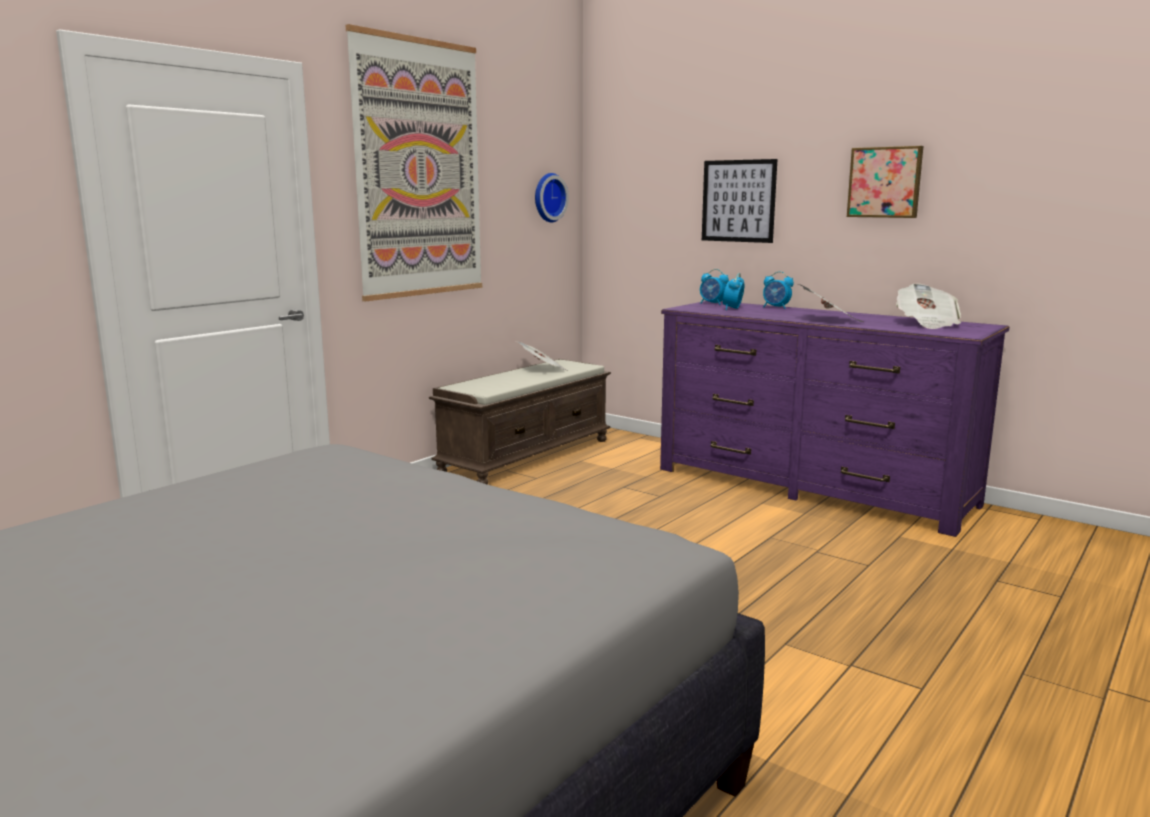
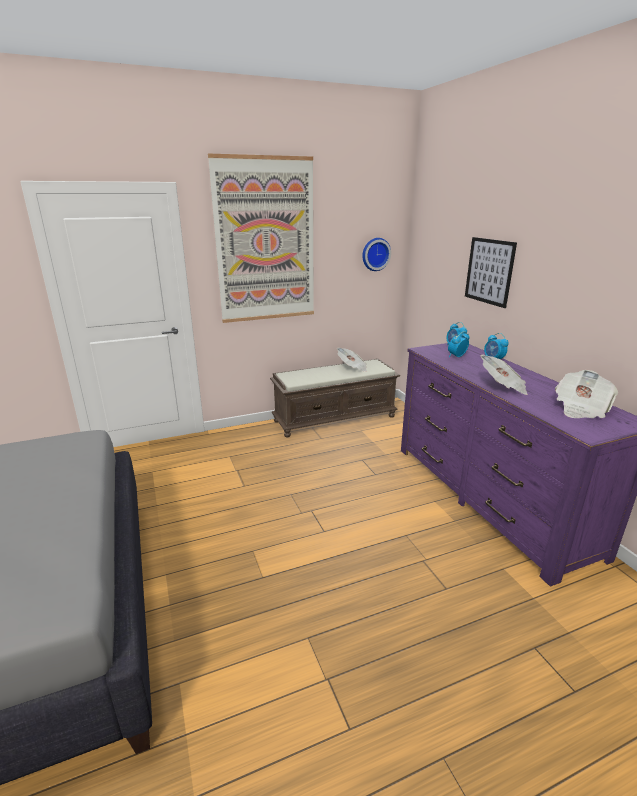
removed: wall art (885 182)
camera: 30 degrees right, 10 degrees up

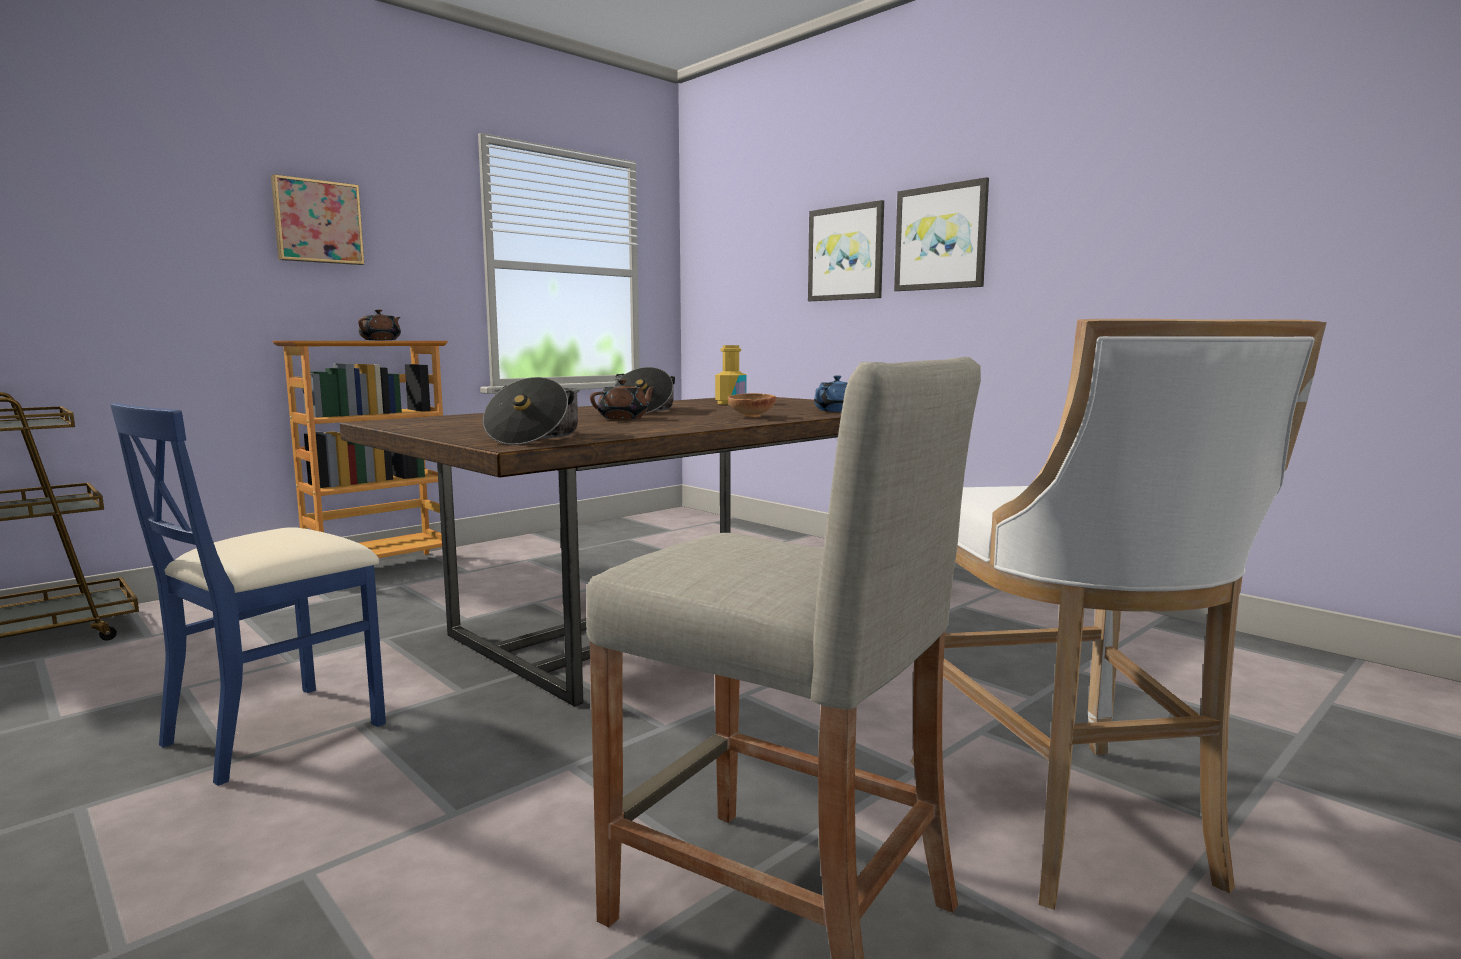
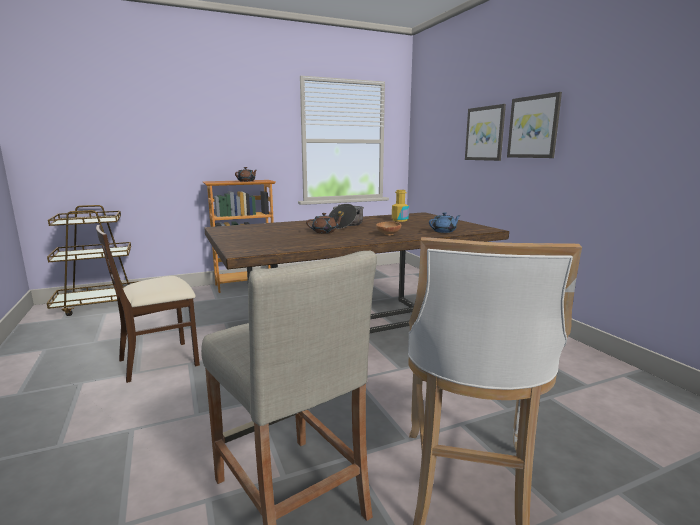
removed: wall art (317 219); stockpot (531 411)
recoloured: upright chair (blue-coloured) (248 594) to upright chair (beige) (148 304)
camera: 20 degrees right, 5 degrees up

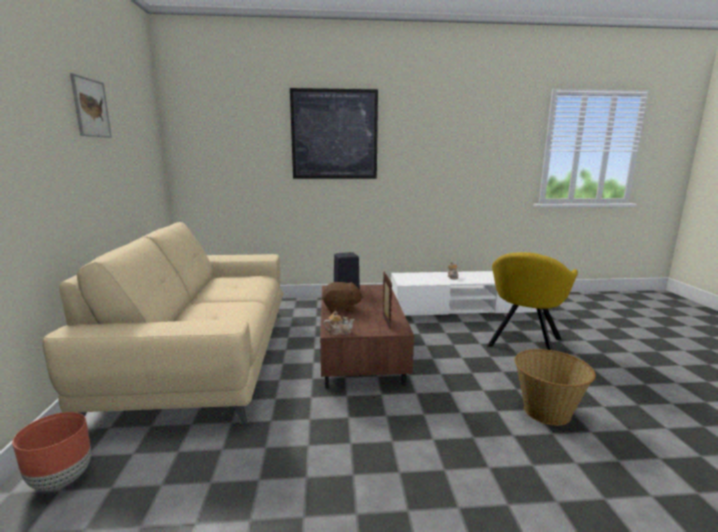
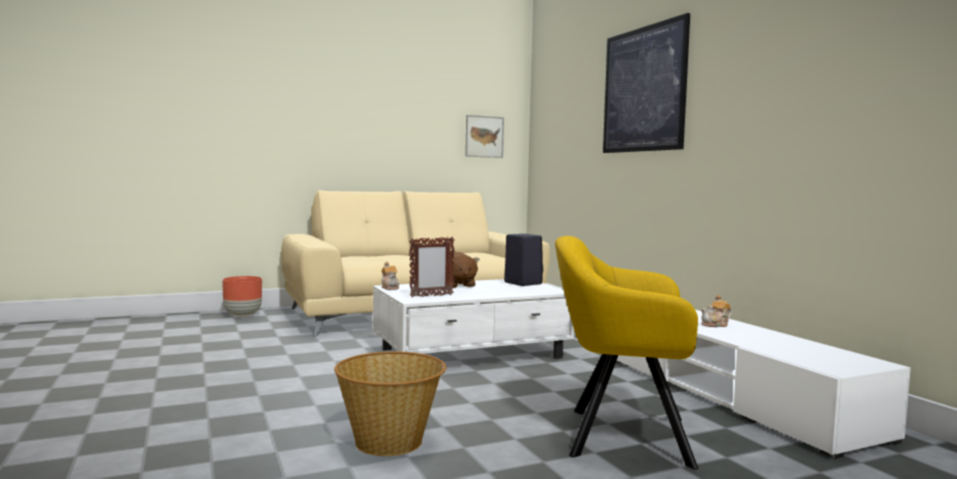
moved: wall art (91 105) to (484 136)
recoloured: low table (brown-coloured) (367 336) to low table (white) (473 319)
camera: 70 degrees right, 10 degrees down

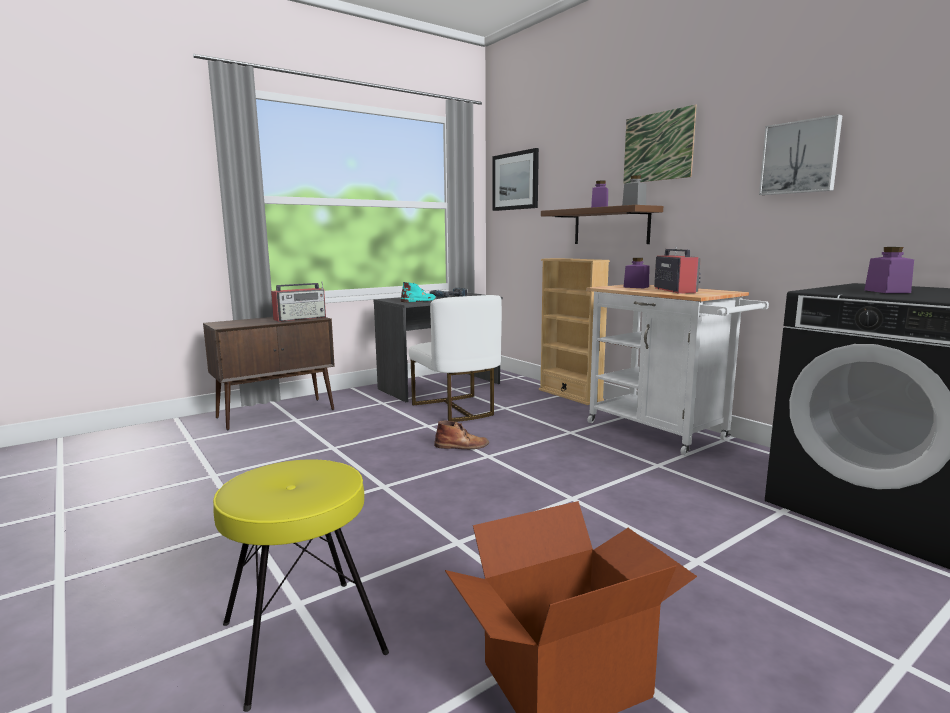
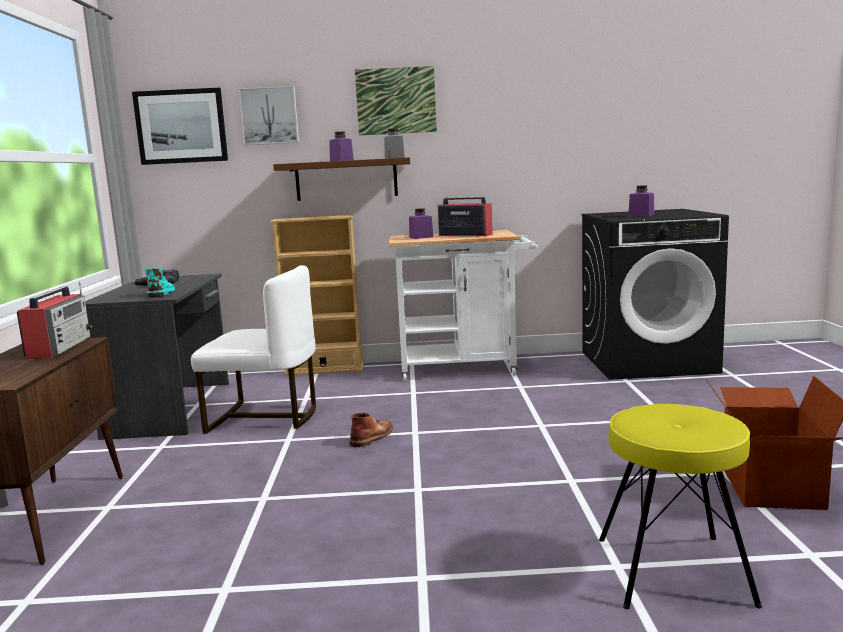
moved: wall art (801 154) to (268 115)
camera: 55 degrees left, 0 degrees up

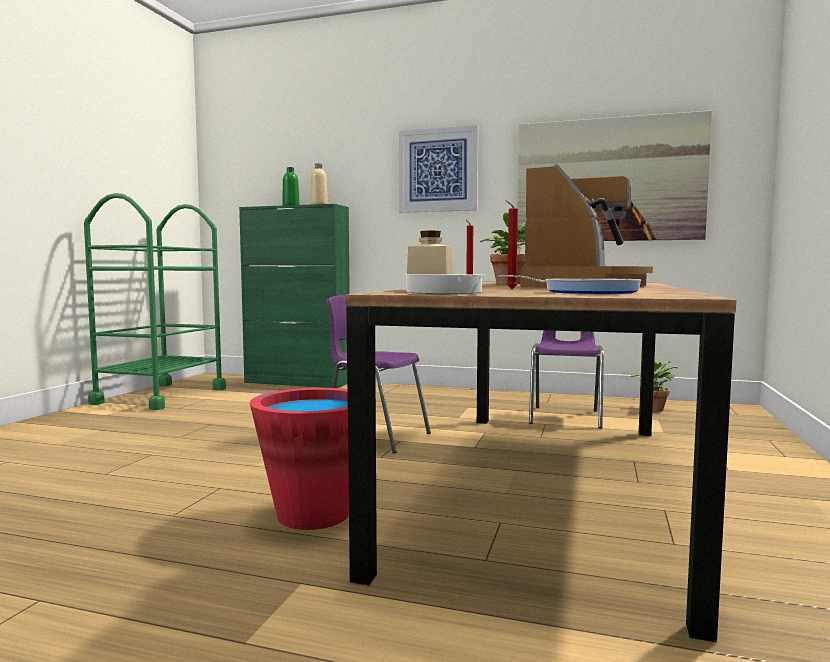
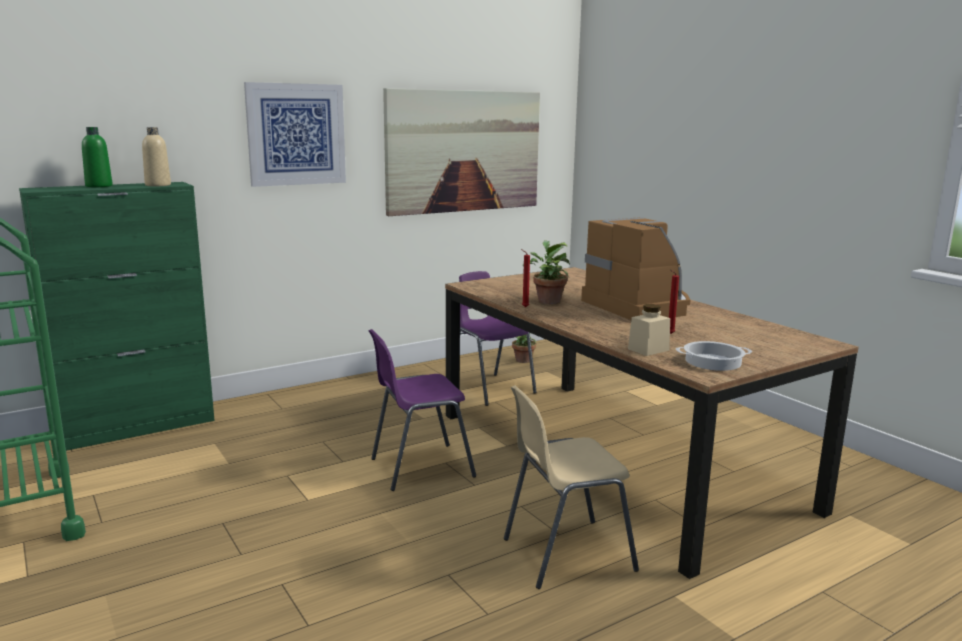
removed: frying pan (570 284)
replaced: pail (red-coloured) (299 459) to upright chair (beige) (571 487)
camera: 50 degrees left, 10 degrees up

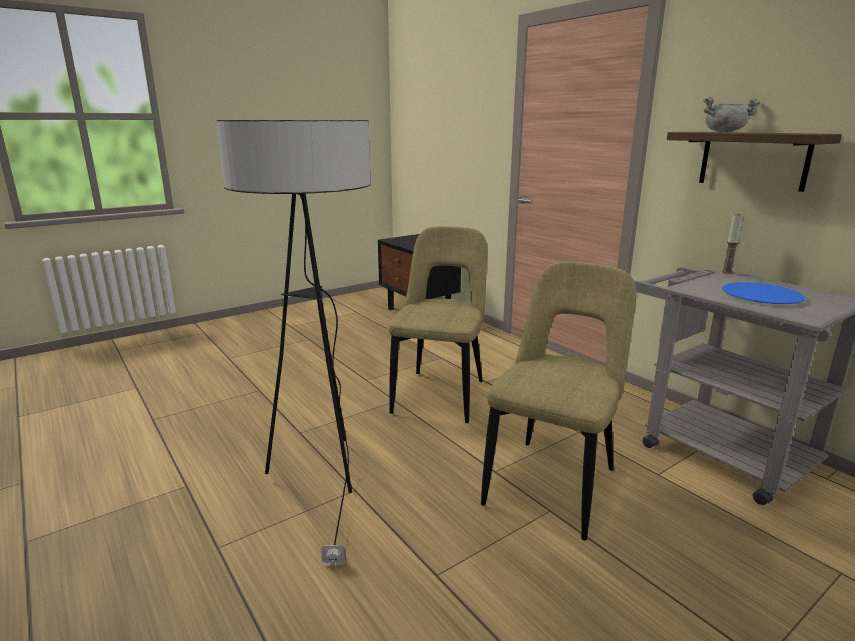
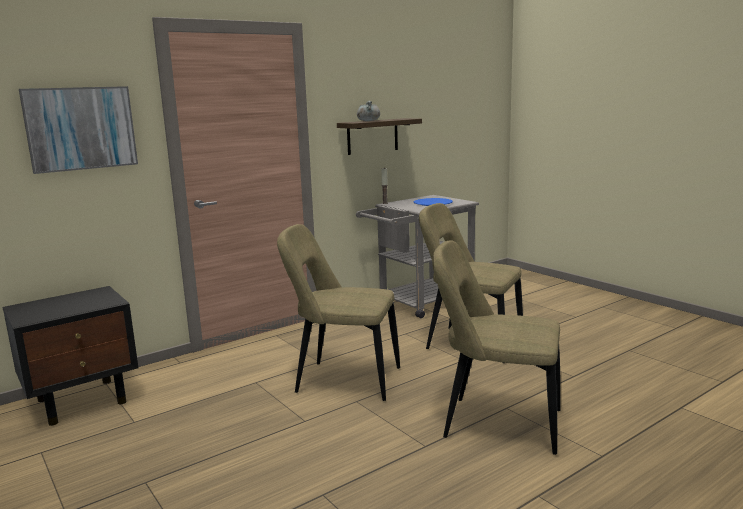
added: wall art (78 130)
replaced: floor lamp (293 343) to upright chair (beige) (496 347)
camera: 90 degrees left, 5 degrees down

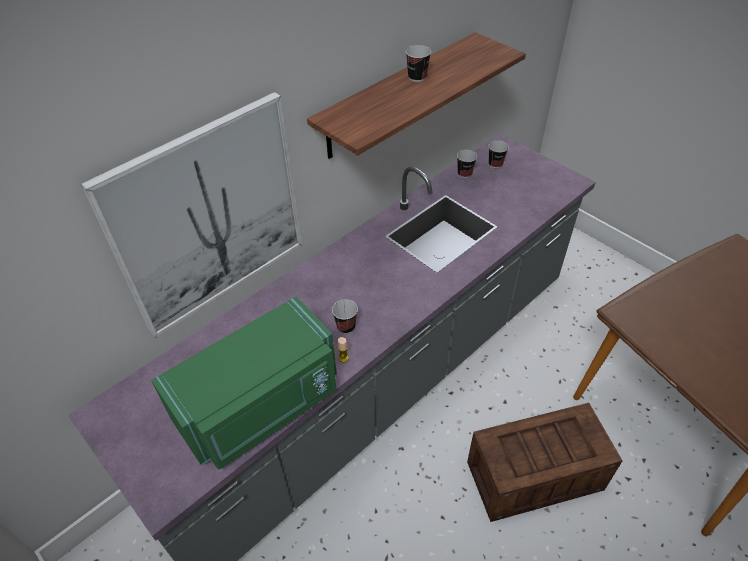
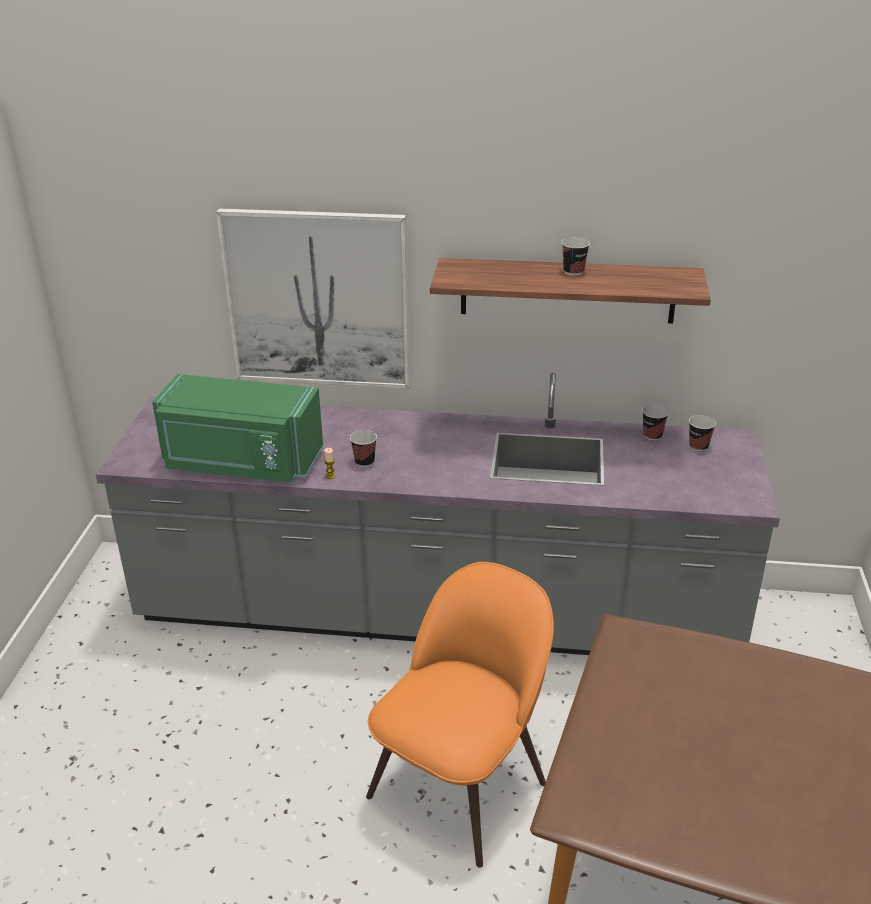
replaced: shipping crate (544 462) to upright chair (orangey) (460 715)
camera: 50 degrees right, 15 degrees down

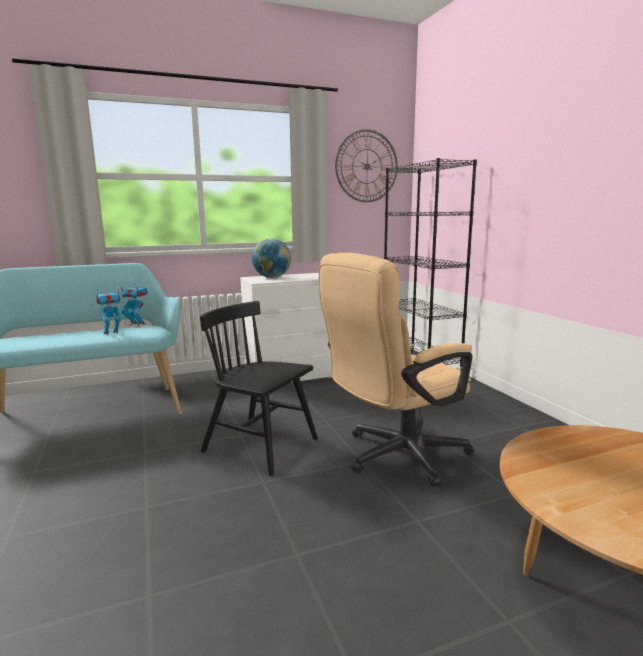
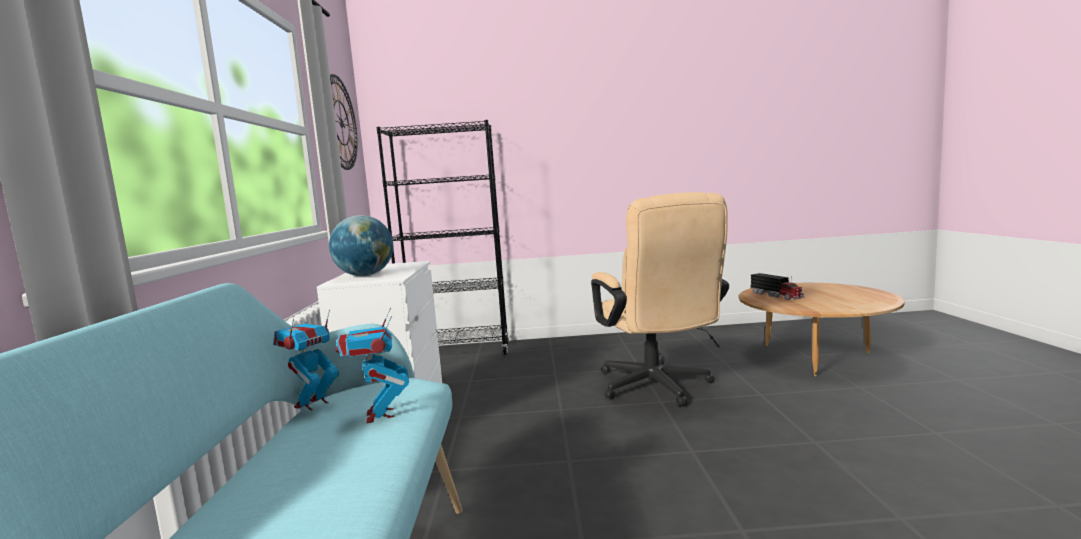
removed: upright chair (black) (259 388)
added: toy truck (777 286)
camera: 70 degrees left, 5 degrees down

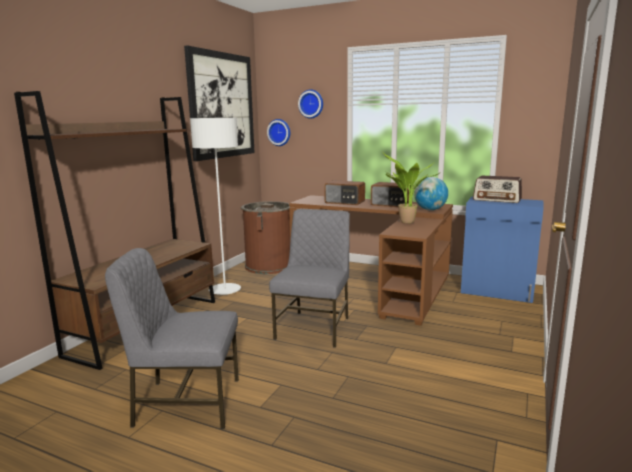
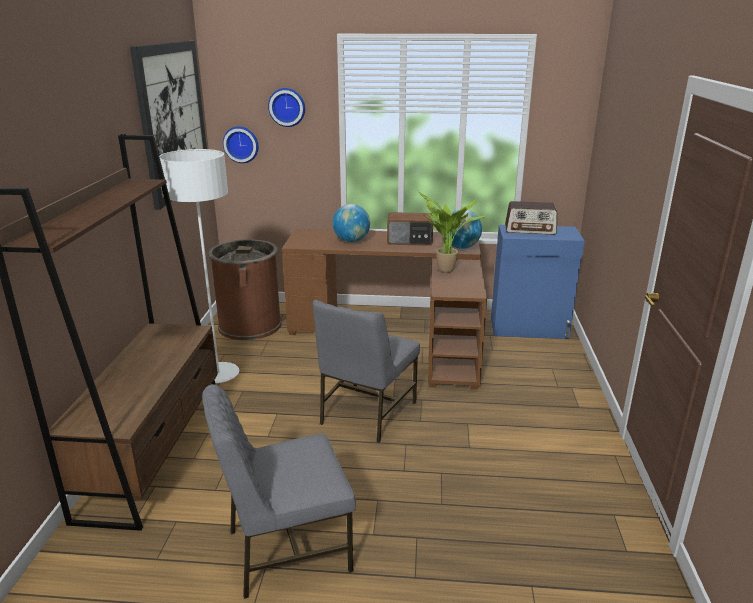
replaced: radio (344 193) to world globe (351 223)
turned: upright chair (gray) (309 278) = (366 371) 150 degrees counterclockwise
camera: 20 degrees left, 10 degrees up

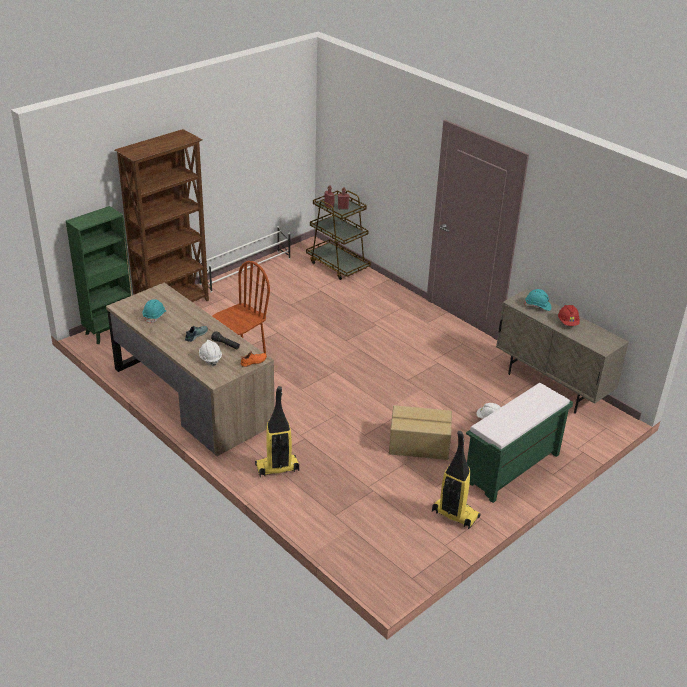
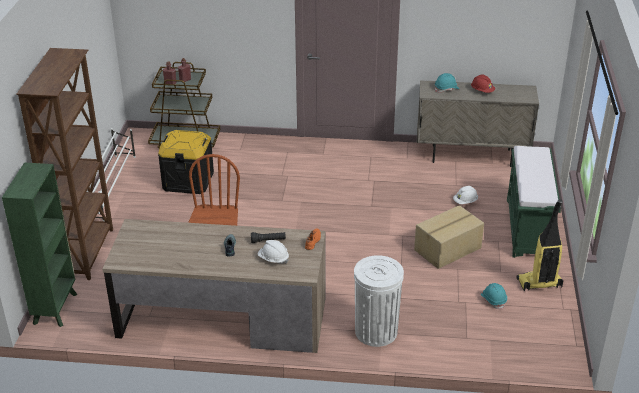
added: storage bin (black) (186 162)
moved: safety helmet (turquoise-coloured) (154 311) to (494 296)
replaced: vacuum cleaner (277 431) to trash can (white) (379 301)
camera: 40 degrees left, 0 degrees up

